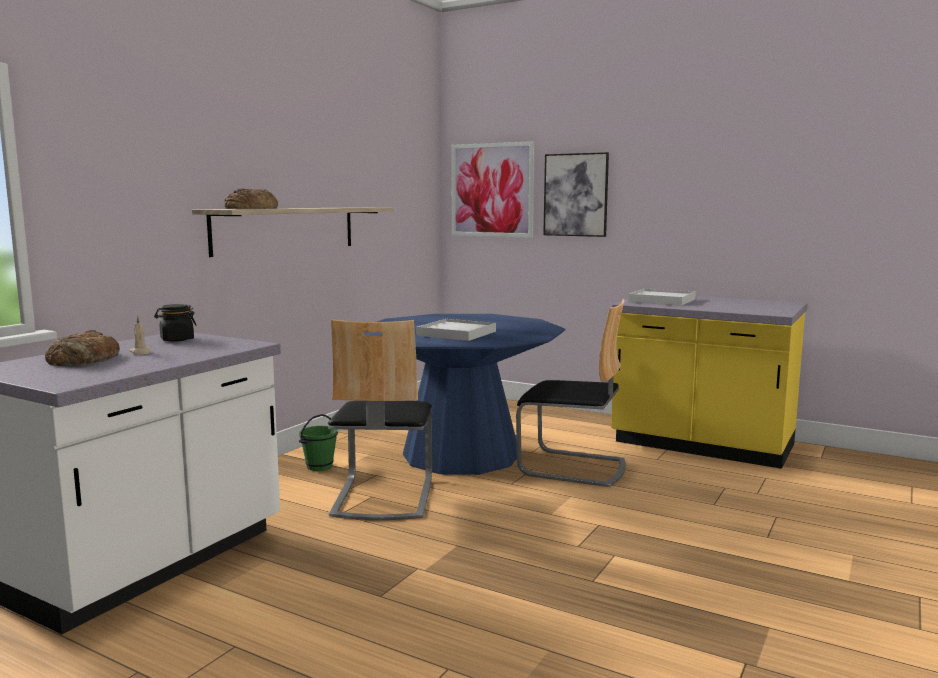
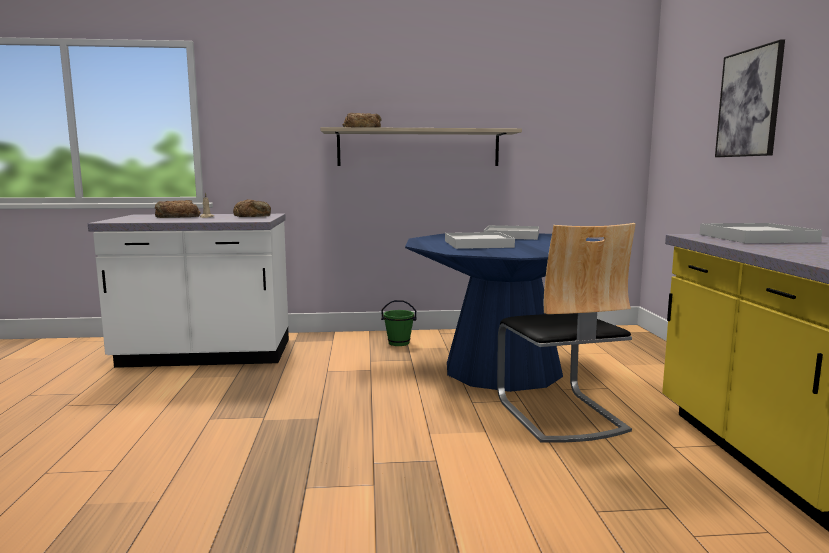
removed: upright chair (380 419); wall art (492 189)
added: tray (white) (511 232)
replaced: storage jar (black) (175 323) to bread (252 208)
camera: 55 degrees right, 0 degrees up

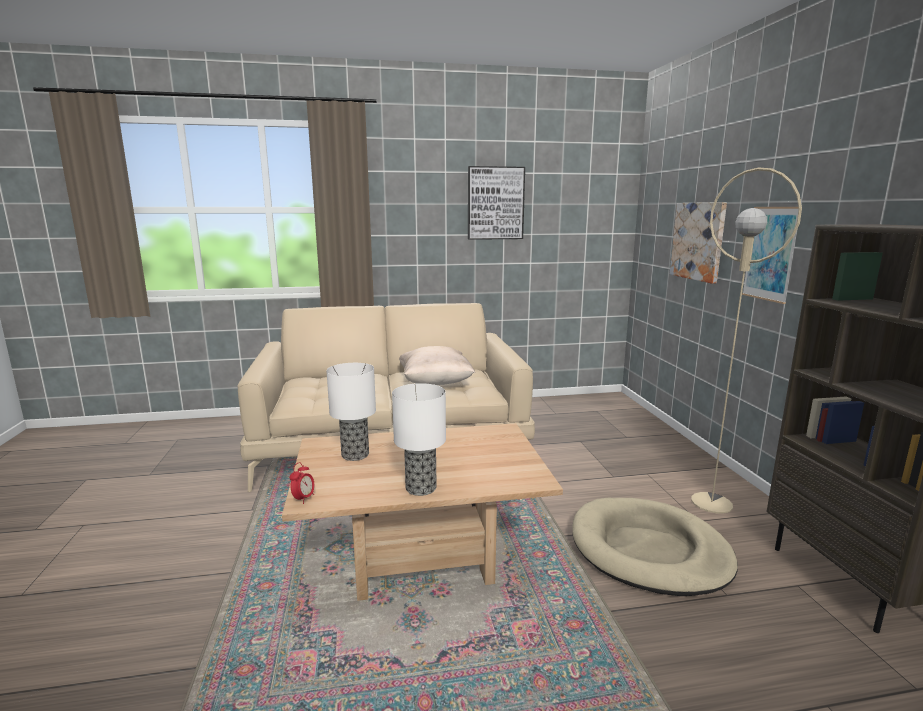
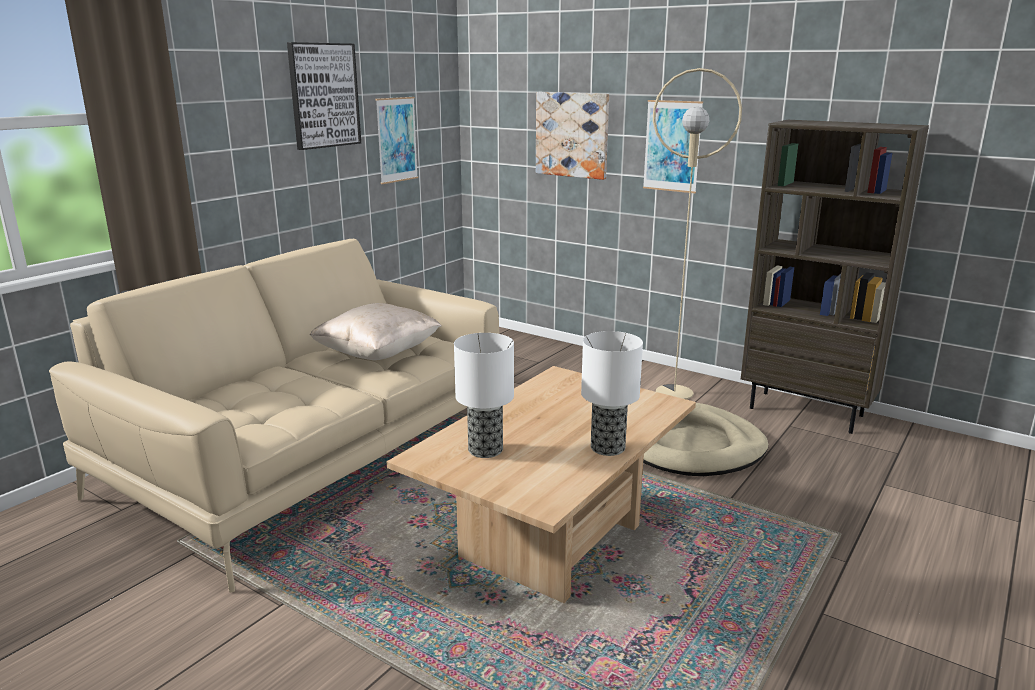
removed: bedside clock (301 483)
added: wall art (396 140)
camera: 45 degrees left, 5 degrees up

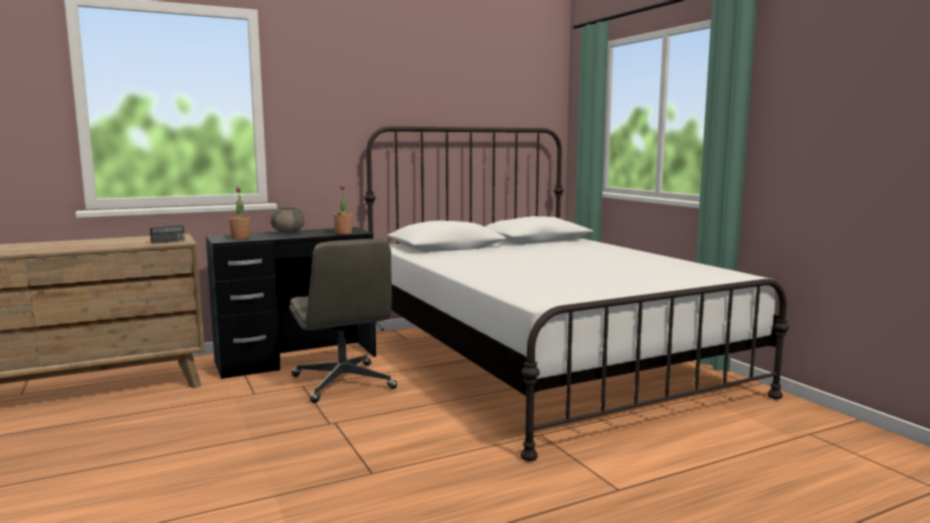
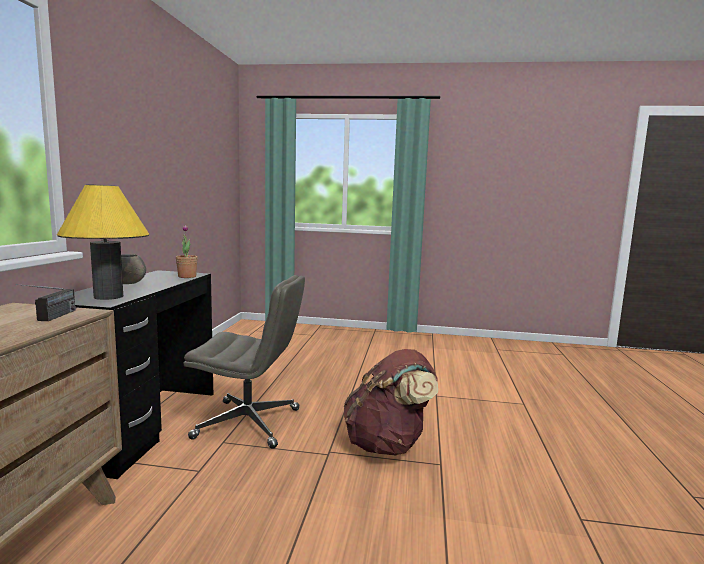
removed: sleeping bed (white) (576 293)
added: knapsack (brown-coloured) (391 402)
replaced: potted plant (239 212) to table lamp (yellow) (103 242)
camera: 55 degrees left, 0 degrees up

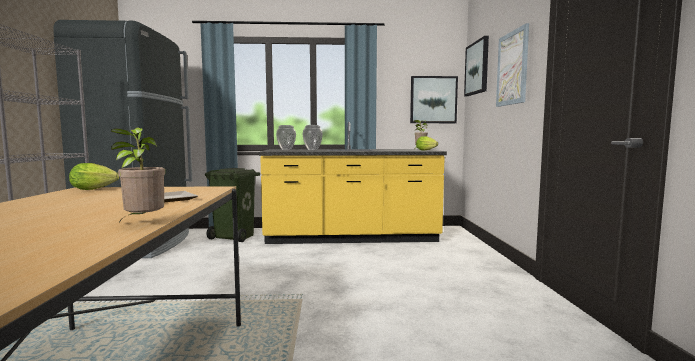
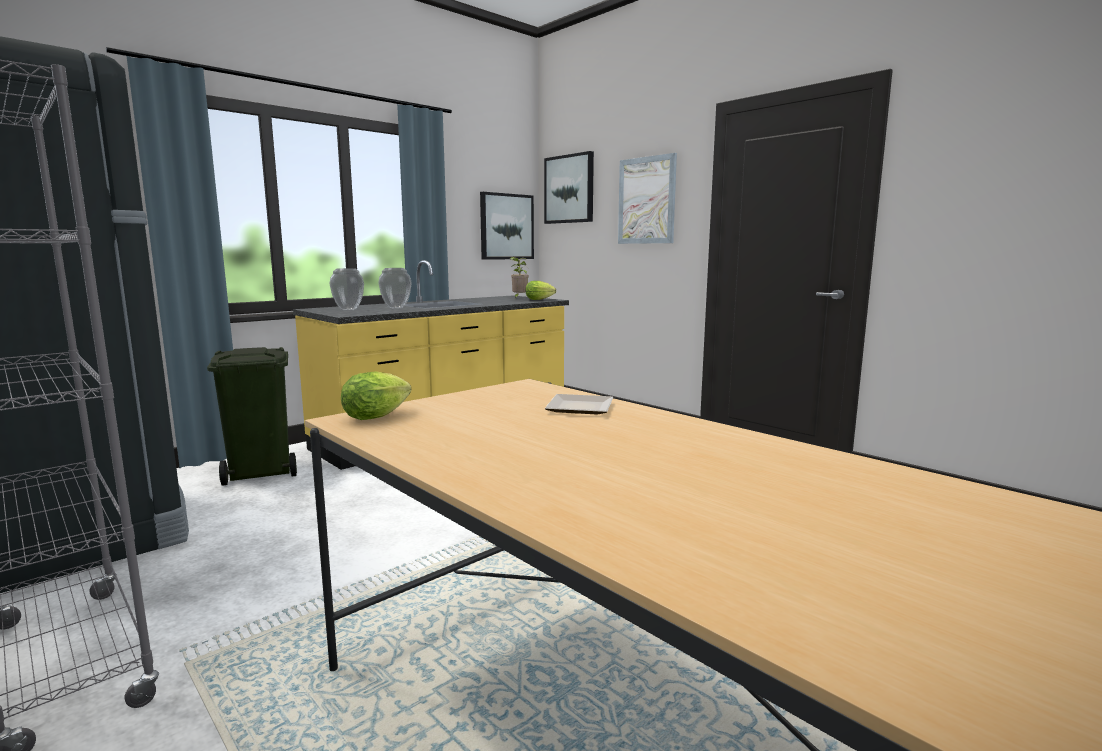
removed: potted plant (138 174)
camera: 40 degrees left, 5 degrees up

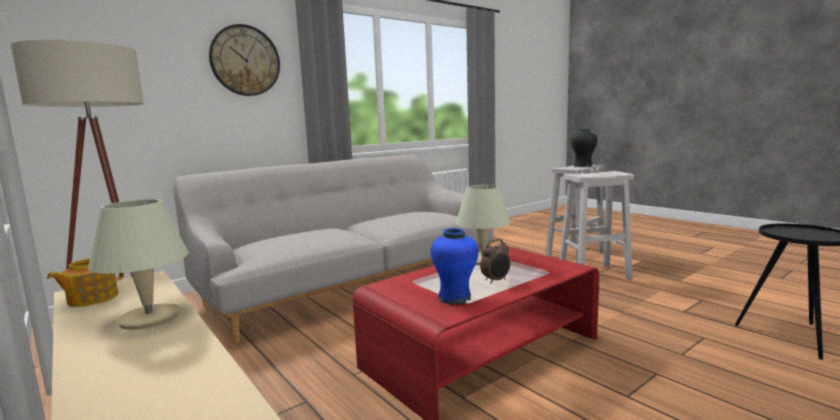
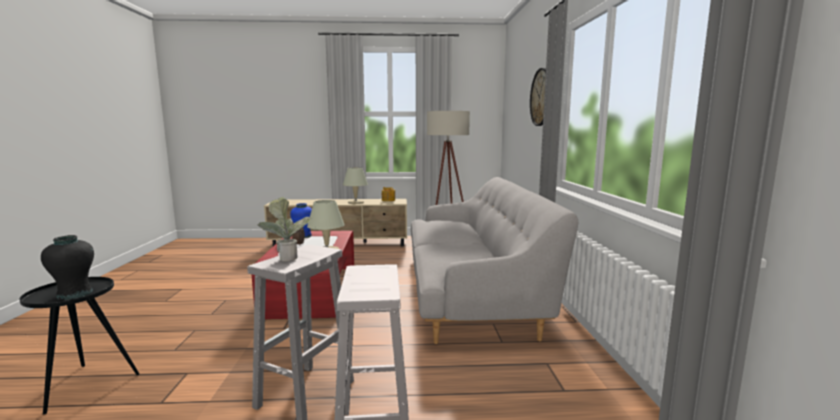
added: potted plant (284 229)
moved: vase (black) (584 148) to (67 267)
camera: 125 degrees right, 0 degrees up

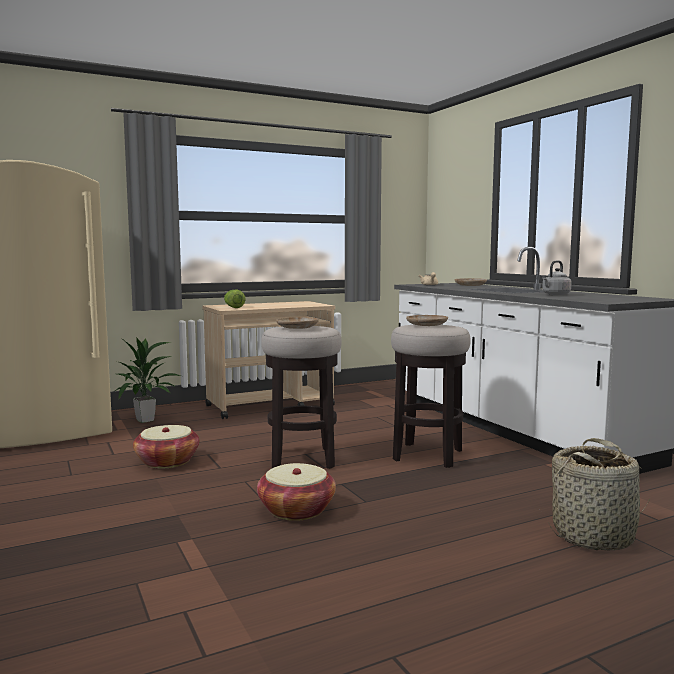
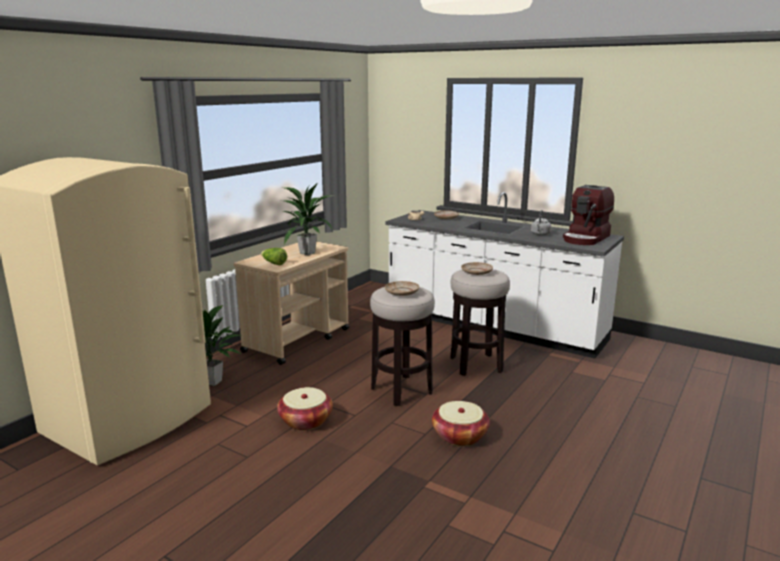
removed: storage basket (599 494)
added: potted plant (309 218); coffee maker (588 215)
camera: 30 degrees left, 10 degrees up

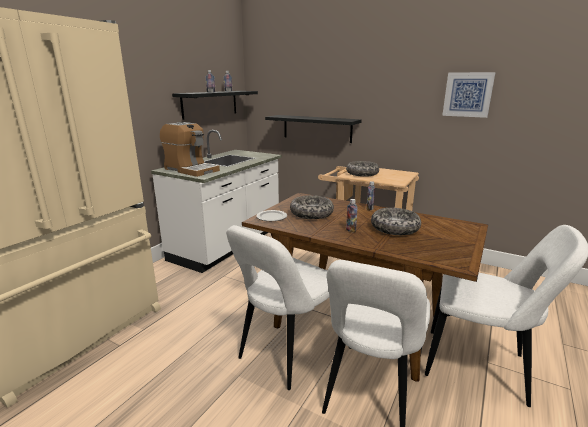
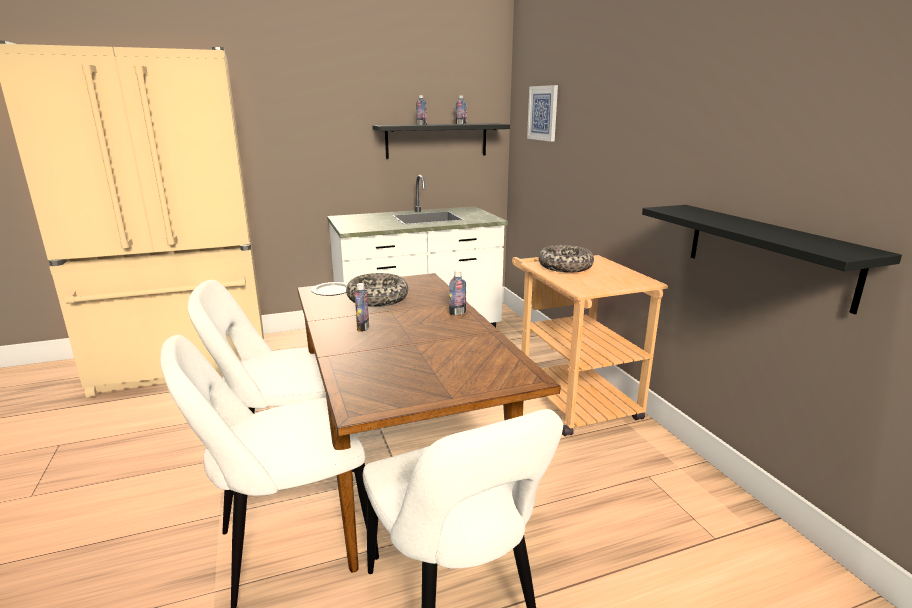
removed: coffee maker (190 149); serving bowl (396 221)
moved: wall art (469 95) to (542 113); shelf (black) (313 129) to (772 259)
camera: 40 degrees right, 0 degrees up

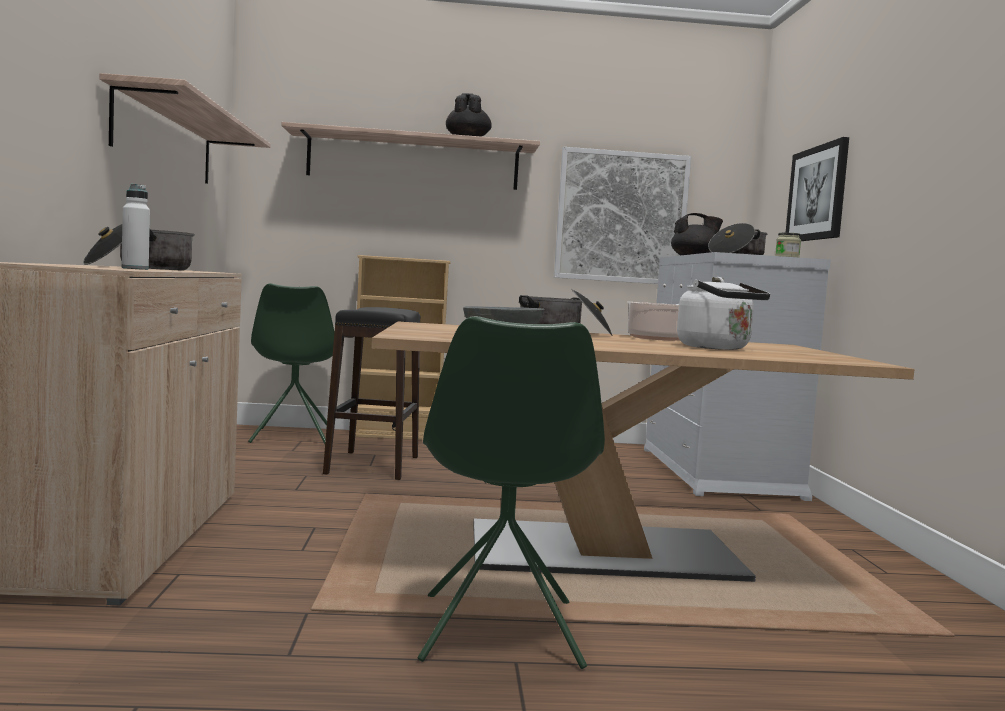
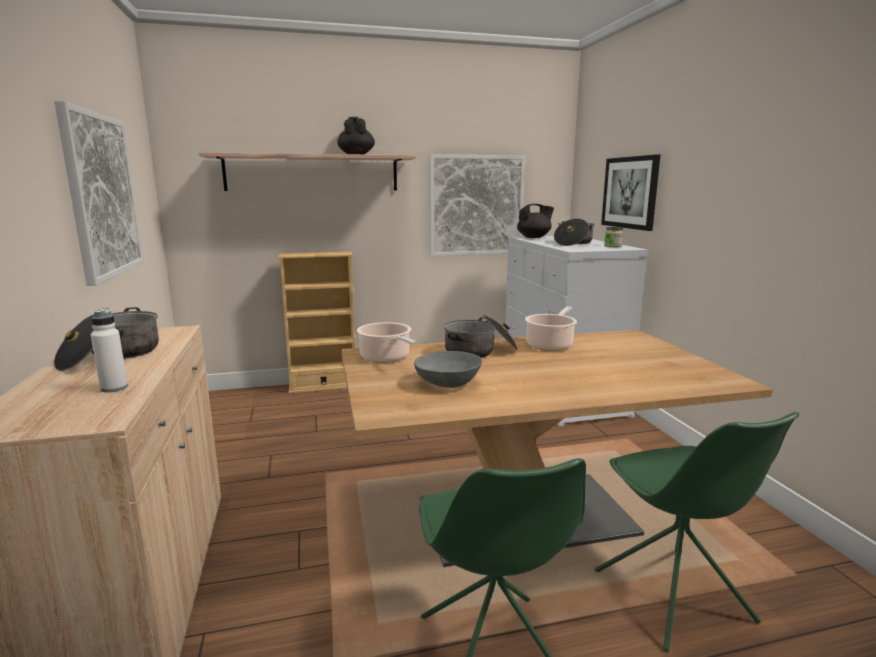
removed: stool (black) (371 393); kettle (white) (723 313)
added: stockpot (386 342)
moved: upright chair (green-coloured) (291 363) to (697 532)
replaced: shelf (185 128) to wall art (99 193)
camera: 10 degrees left, 10 degrees up

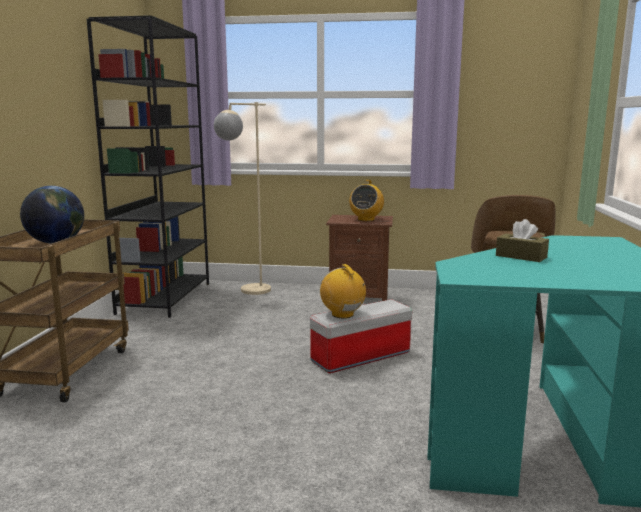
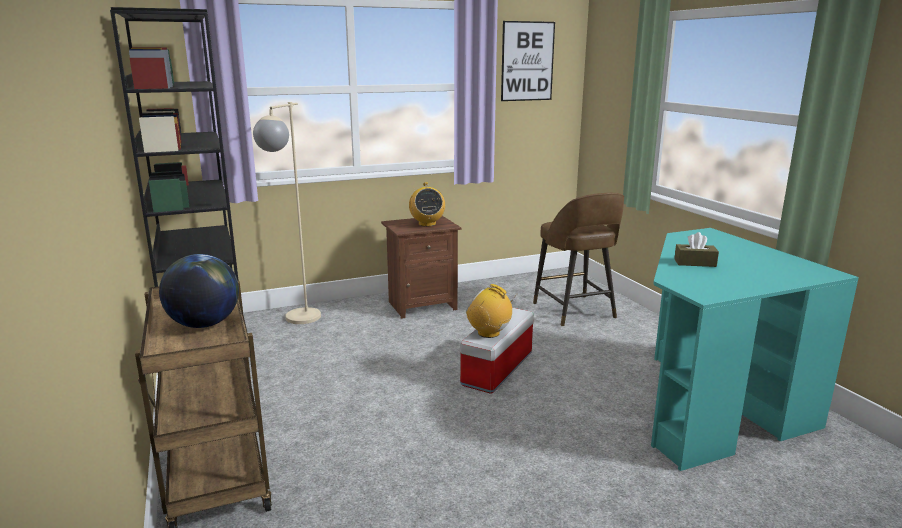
added: wall art (528 61)
camera: 30 degrees left, 5 degrees up

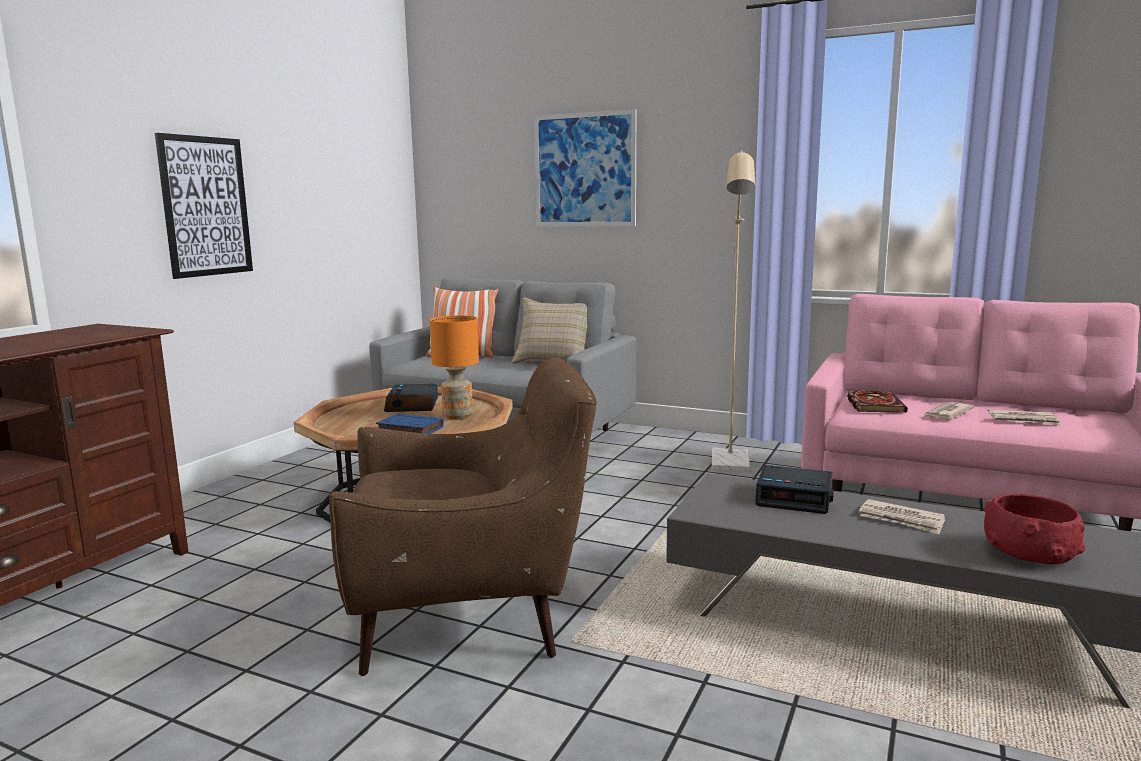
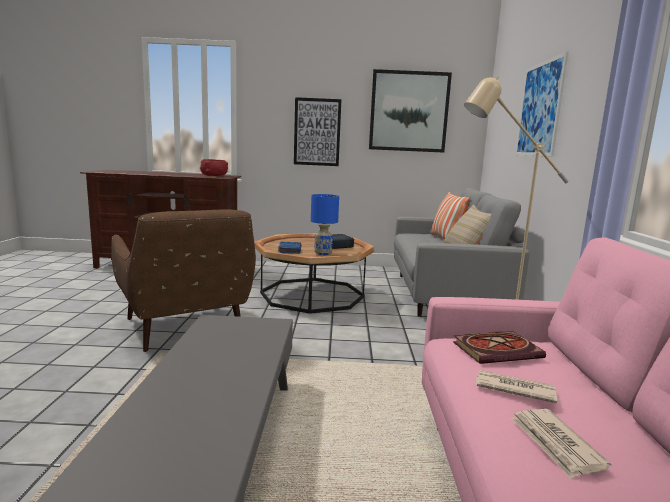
removed: bedside clock (794 489); daily paper (902 516)
added: wall art (410 111)
moved: serving bowl (red-coloured) (1035 529) to (214 167)
recoloured: table lamp (orangey) (454 367) to table lamp (blue-coloured) (325 224)
camera: 65 degrees right, 0 degrees up

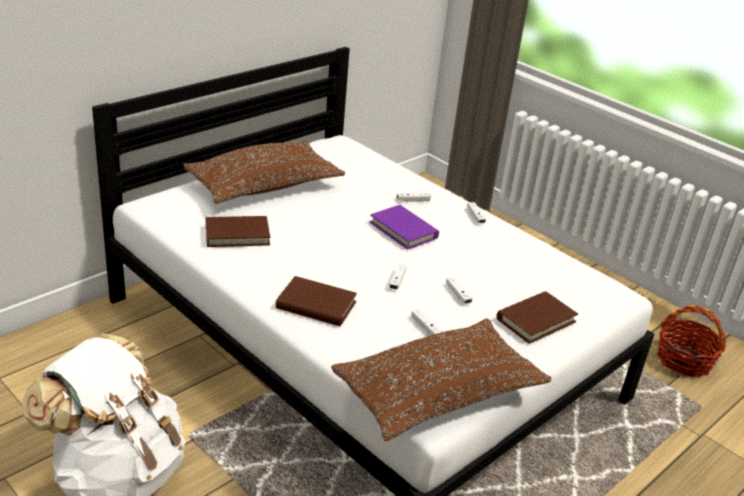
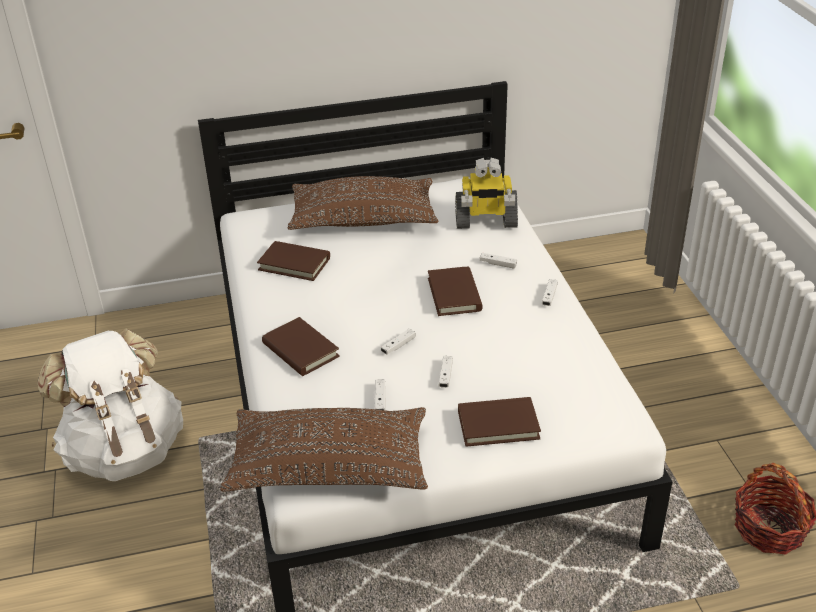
added: robot figure (486 193)
recoloured: book (purple) (404 227) to book (brown-coloured) (455 291)
camera: 35 degrees right, 5 degrees up

